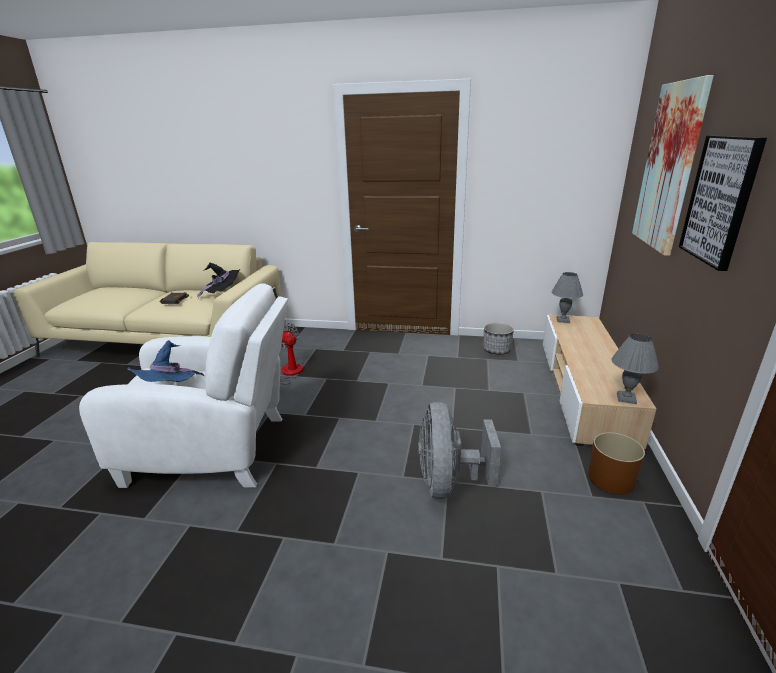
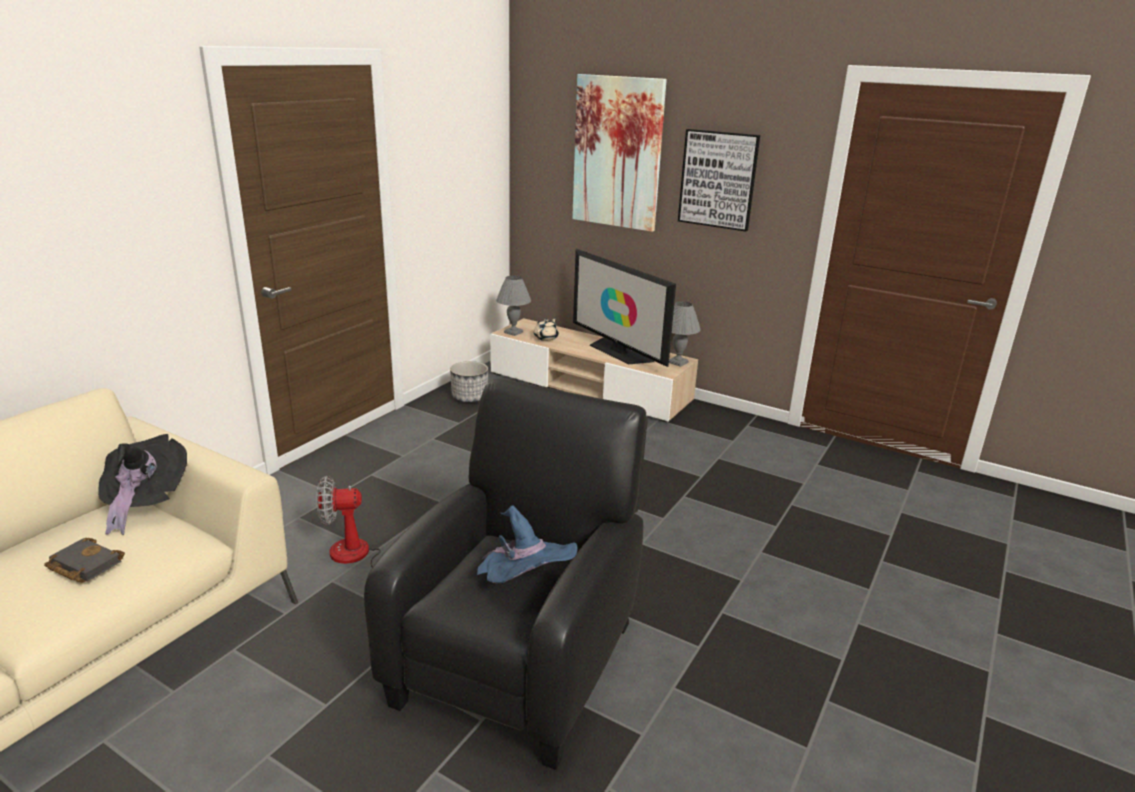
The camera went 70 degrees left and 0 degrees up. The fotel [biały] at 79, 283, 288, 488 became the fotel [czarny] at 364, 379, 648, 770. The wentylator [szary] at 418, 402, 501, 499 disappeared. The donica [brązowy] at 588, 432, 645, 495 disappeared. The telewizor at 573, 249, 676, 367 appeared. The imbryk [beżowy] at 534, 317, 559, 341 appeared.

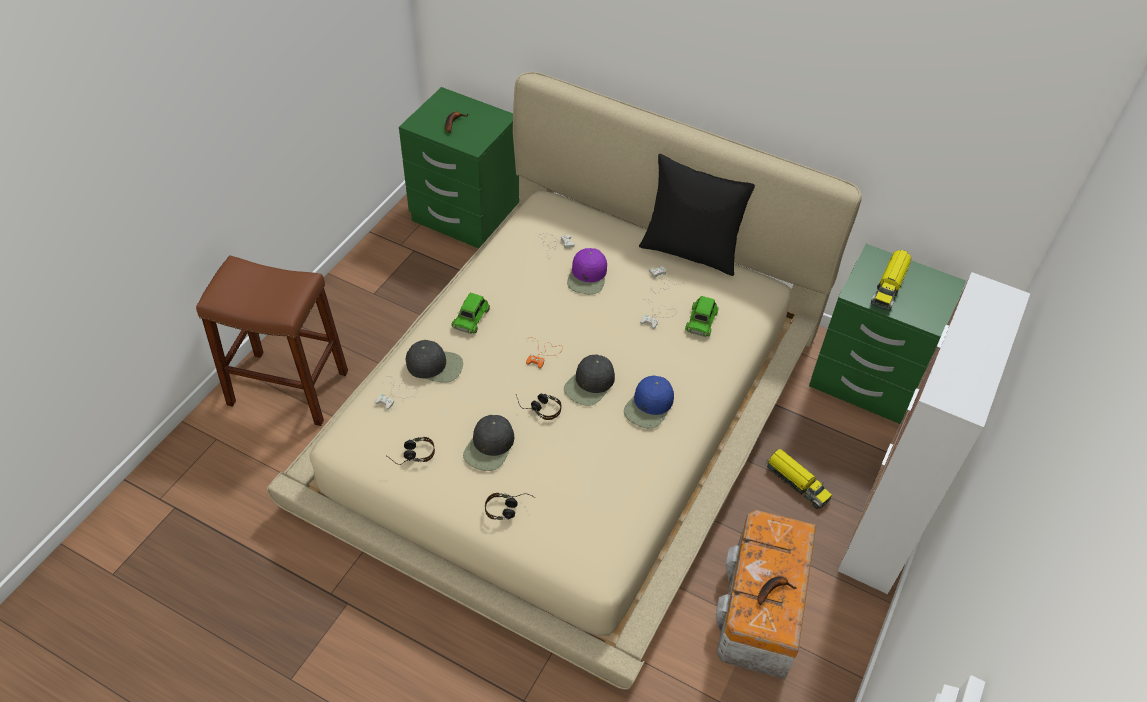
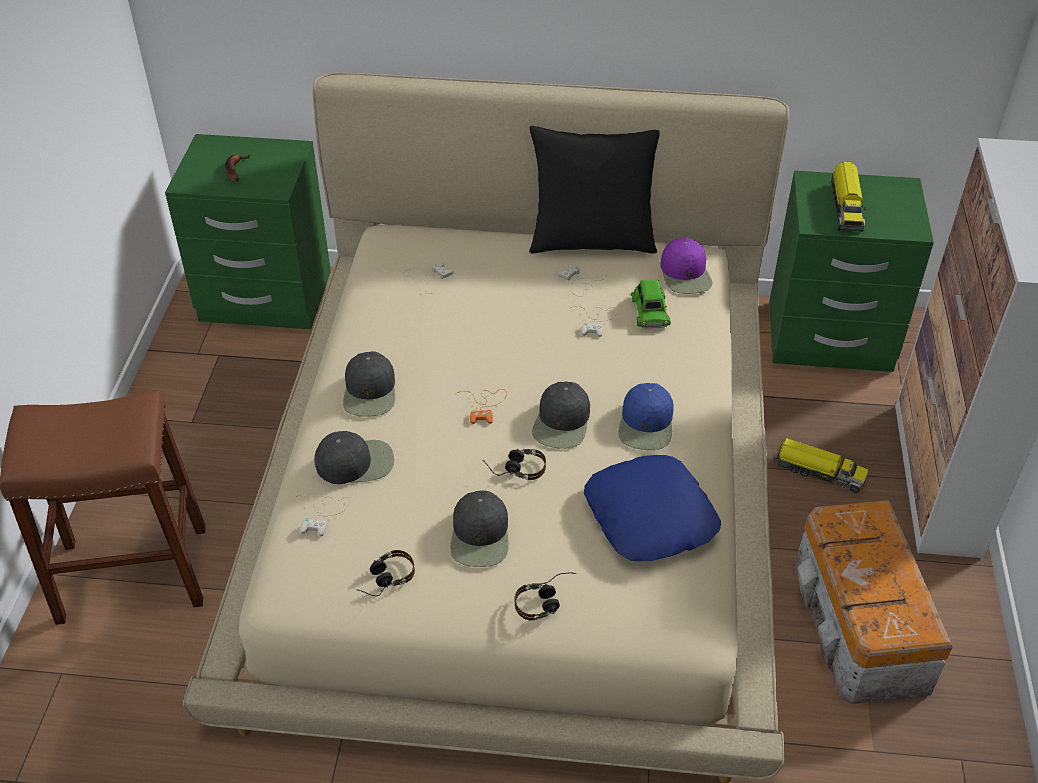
The camera went 20 degrees left and 5 degrees down. The czapka z daszkiem [fioletowy] moved from 567, 248, 607, 294 to 660, 237, 712, 294. The samochodzik [zielony] at 451, 293, 490, 334 was replaced by the czapka z daszkiem [czarny] at 343, 351, 395, 417. The banan at 757, 576, 797, 606 disappeared. The poduszka [niebieski] at 584, 455, 721, 561 appeared.

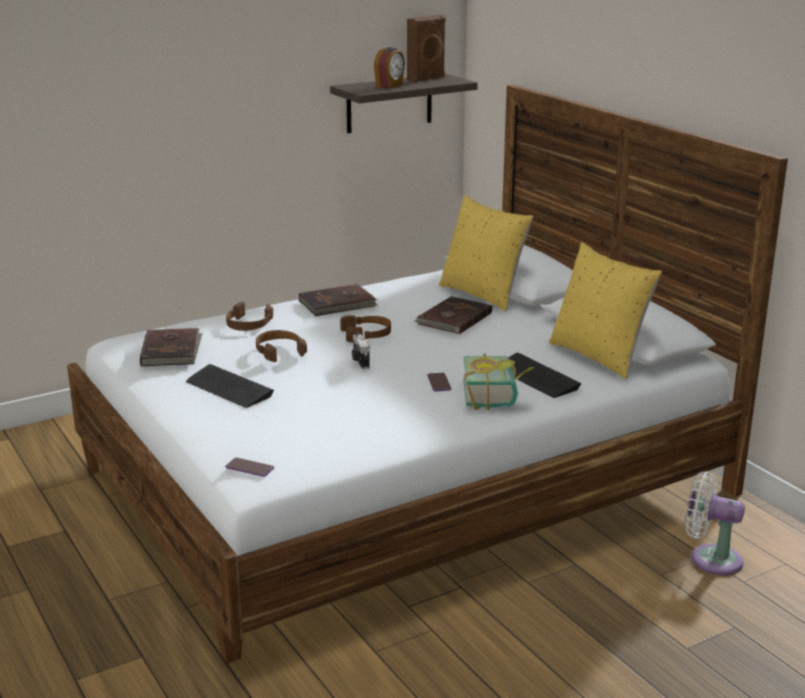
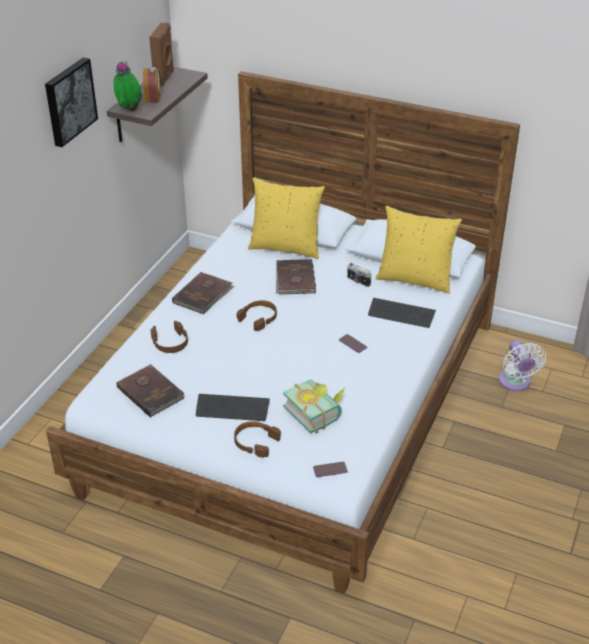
The camera went 35 degrees left and 15 degrees up. The słuchawki [brązowy] moved from 256, 330, 307, 362 to 234, 421, 281, 458. The aparat fotograficzny moved from 352, 332, 370, 369 to 347, 263, 371, 287. The książka moved from 463, 353, 534, 410 to 283, 379, 344, 434. The wentylator [biały] at 685, 471, 745, 575 turned 90 degrees counterclockwise. The obraz at 45, 57, 98, 147 appeared. The roślina doniczkowa at 114, 61, 142, 111 appeared.

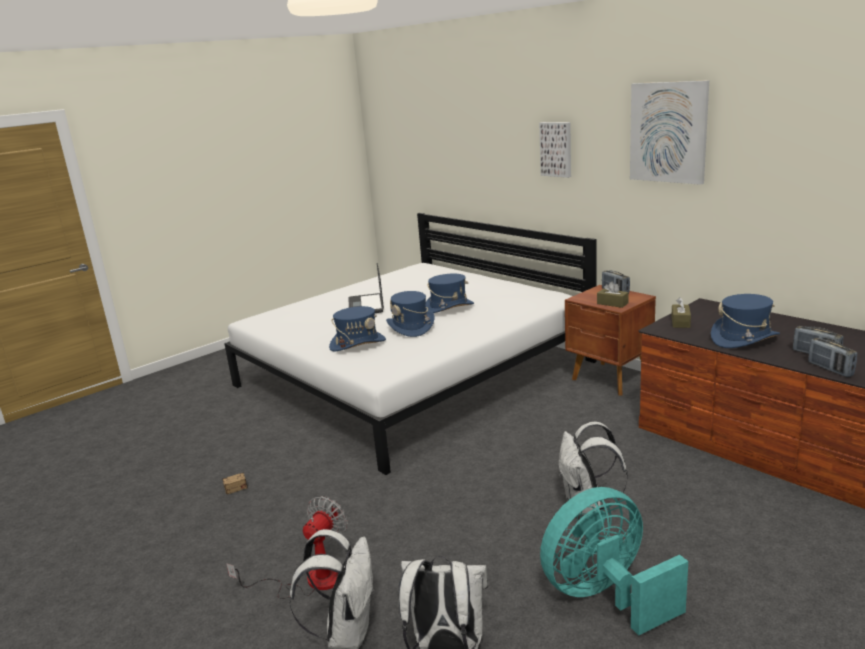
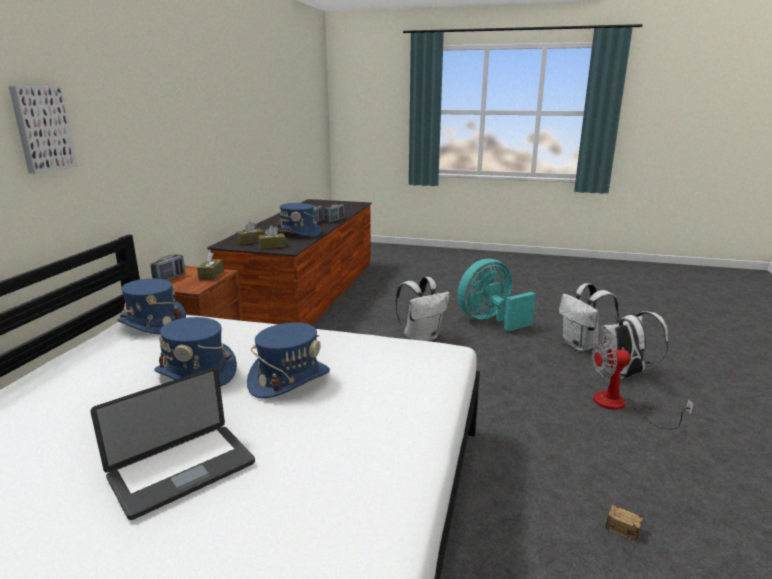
The camera went 125 degrees left and 0 degrees up. The obraz at 630, 80, 709, 185 disappeared. The kapelusz [niebieski] moved from 329, 306, 386, 352 to 117, 278, 186, 334. The wentylator [turkusowy] at 540, 487, 688, 635 turned 120 degrees clockwise. The pudełko chusteczek [brązowy] at 236, 221, 264, 245 appeared.

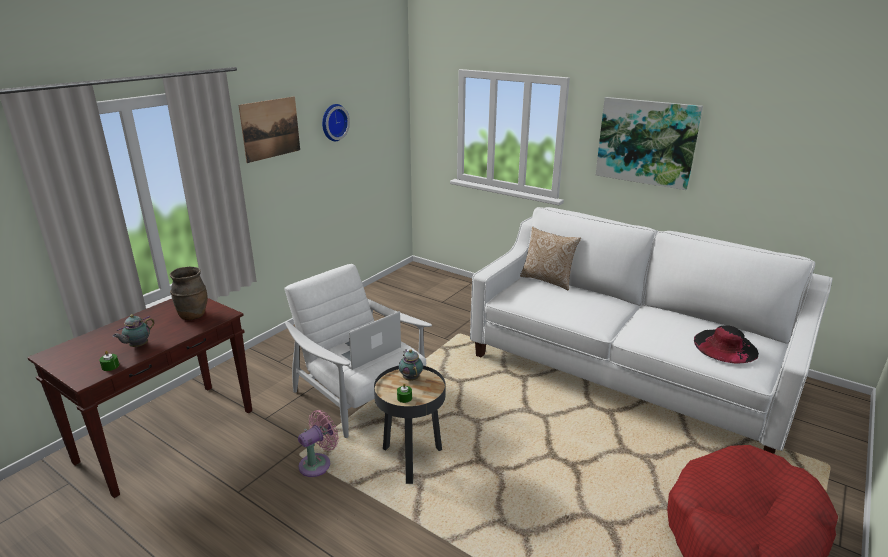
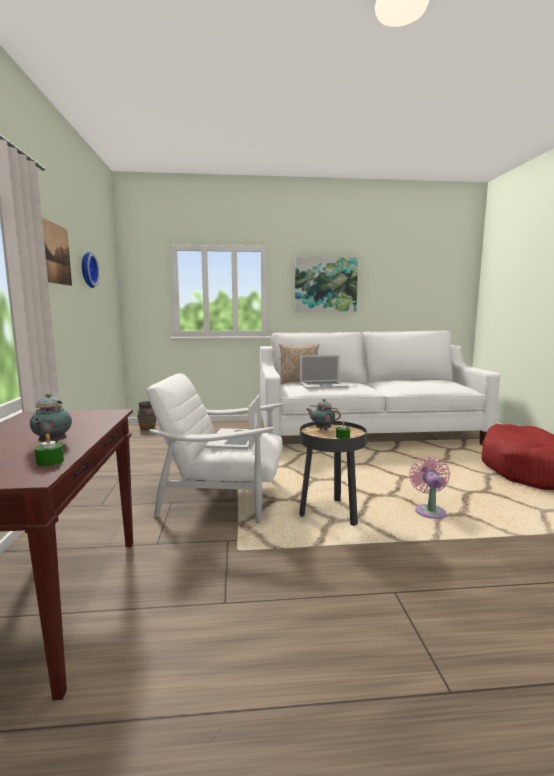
The camera went 40 degrees left and 15 degrees down. The wazon [brązowy] moved from 170, 267, 208, 320 to 138, 401, 157, 430. The kapelusz [czarny] at 694, 325, 759, 364 disappeared. The wentylator [różowy] moved from 298, 410, 339, 477 to 409, 456, 450, 519. The laptop at 300, 355, 349, 389 appeared.

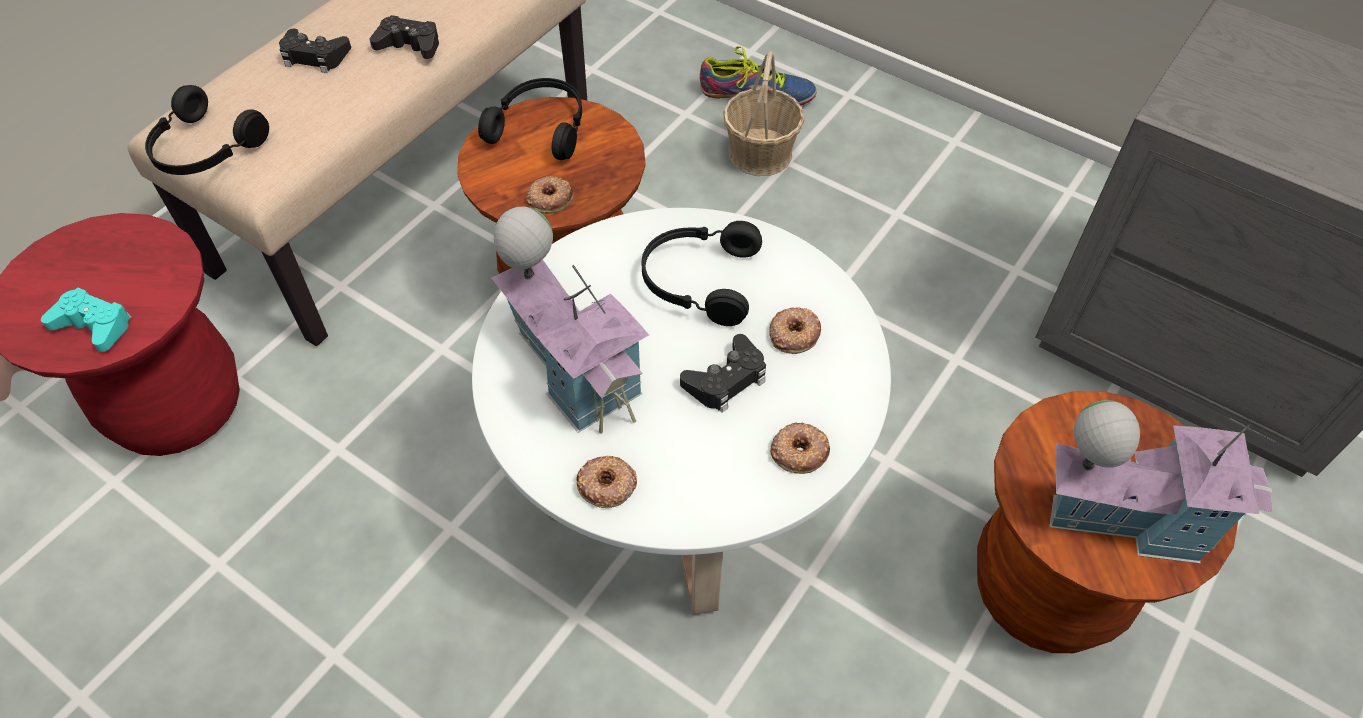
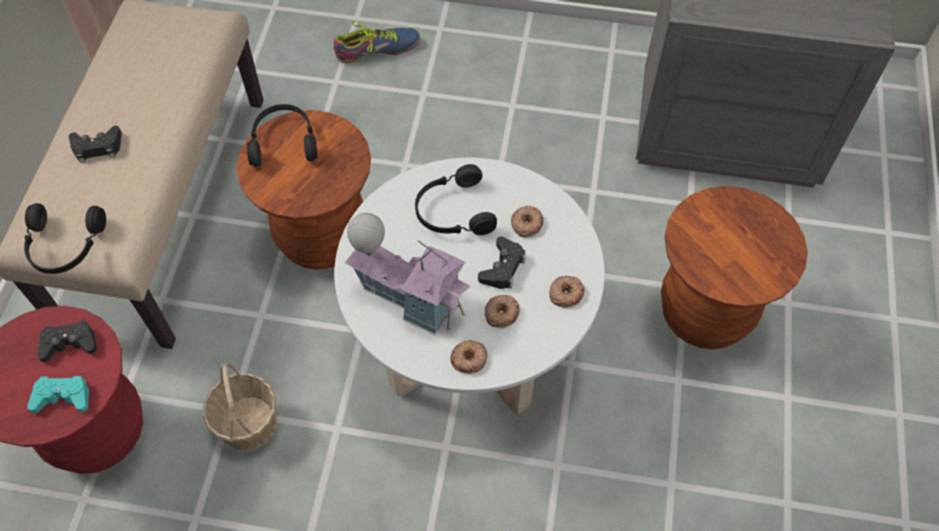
The camera went 25 degrees left and 5 degrees up. The pad do gier [czarny] moved from 370, 15, 439, 59 to 37, 320, 97, 362. The koszyk moved from 723, 51, 805, 176 to 203, 362, 277, 451. The donut moved from 526, 176, 574, 214 to 485, 295, 520, 328. The domek at 1049, 400, 1275, 564 disappeared.

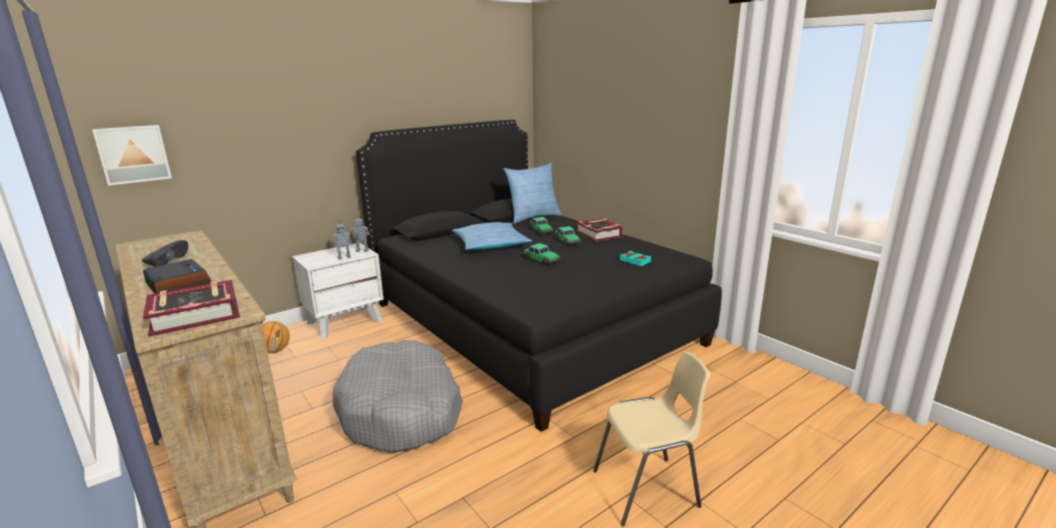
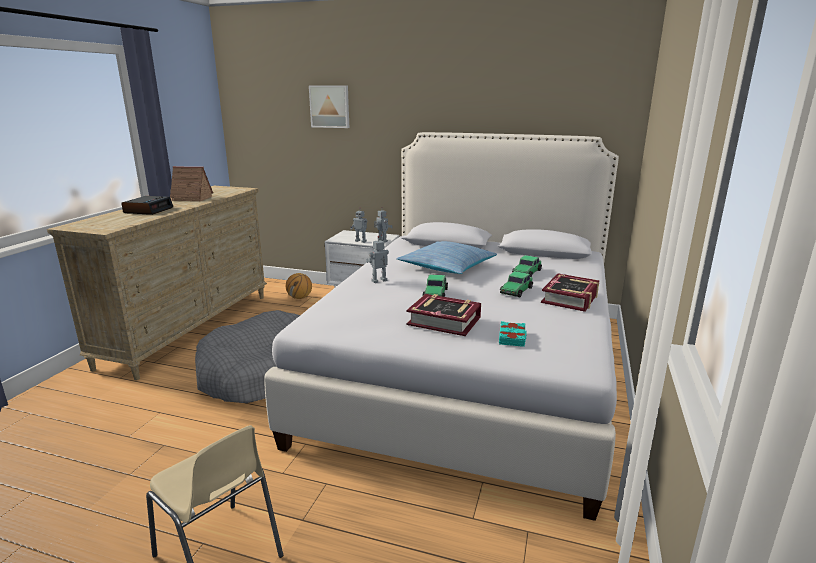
The camera went 55 degrees right and 0 degrees up. The łóżko [czarny] at 356, 120, 722, 432 became the łóżko [biały] at 264, 132, 619, 521. The obraz moved from 92, 125, 172, 186 to 309, 85, 349, 128. The poduszka at 503, 163, 562, 224 disappeared. The but [czarny] at 142, 240, 188, 267 was replaced by the domek at 170, 166, 213, 201. The książka moved from 143, 280, 240, 336 to 407, 294, 481, 336. The robot zabawkowy at 366, 236, 389, 283 appeared.

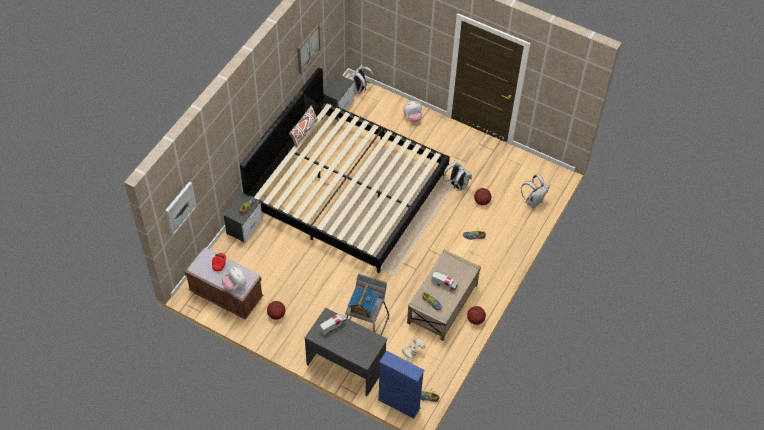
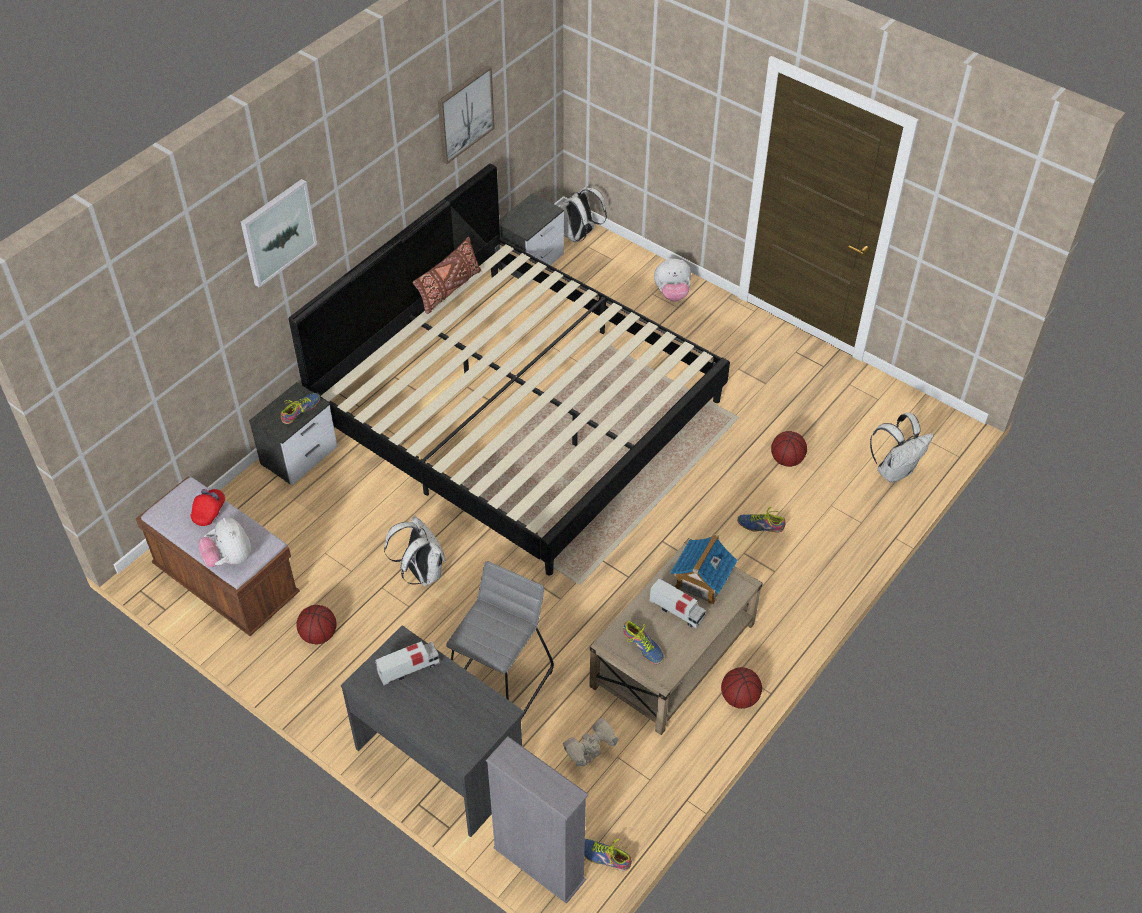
The camera went 10 degrees right and 5 degrees down. The poduszka [biały] at 289, 105, 318, 147 became the poduszka [brązowy] at 413, 237, 481, 314. The plecak [biały] moved from 443, 160, 472, 191 to 384, 516, 446, 586. The obraz moved from 165, 181, 197, 235 to 241, 179, 317, 288. The domek moved from 348, 285, 378, 318 to 670, 534, 738, 605. The regał [niebieski] at 378, 351, 425, 419 became the regał [szary] at 486, 736, 589, 904.

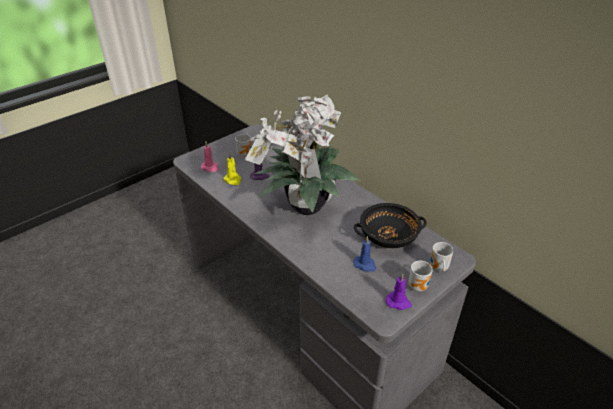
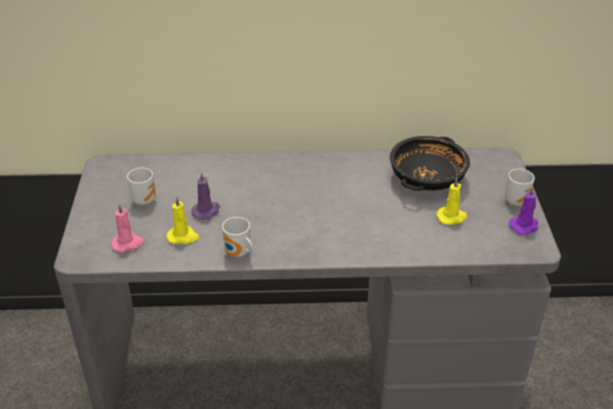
The camera went 50 degrees left and 0 degrees up. The roślina doniczkowa at 245, 94, 360, 215 disappeared. The świeca [niebieski] at 354, 236, 376, 272 became the świeca [żółty] at 436, 177, 467, 225. The kubek moved from 430, 242, 454, 272 to 222, 217, 253, 258.

